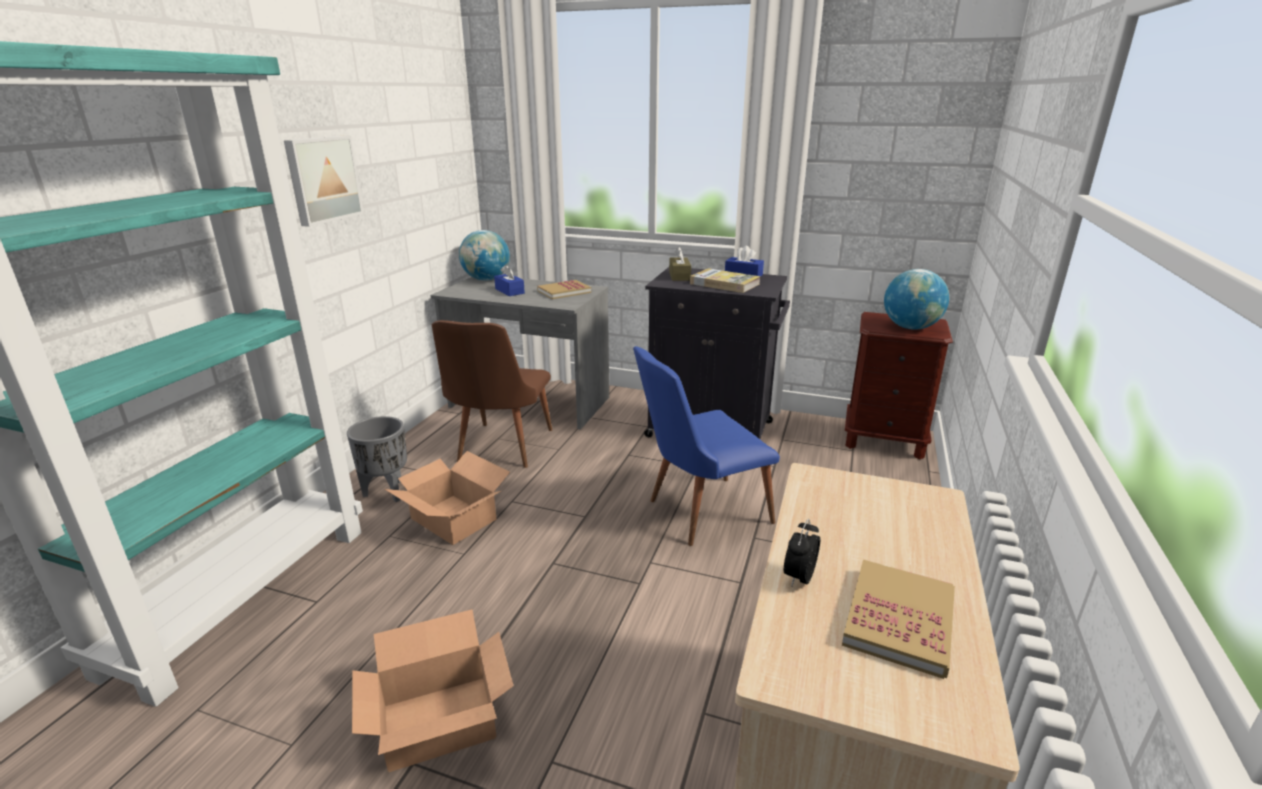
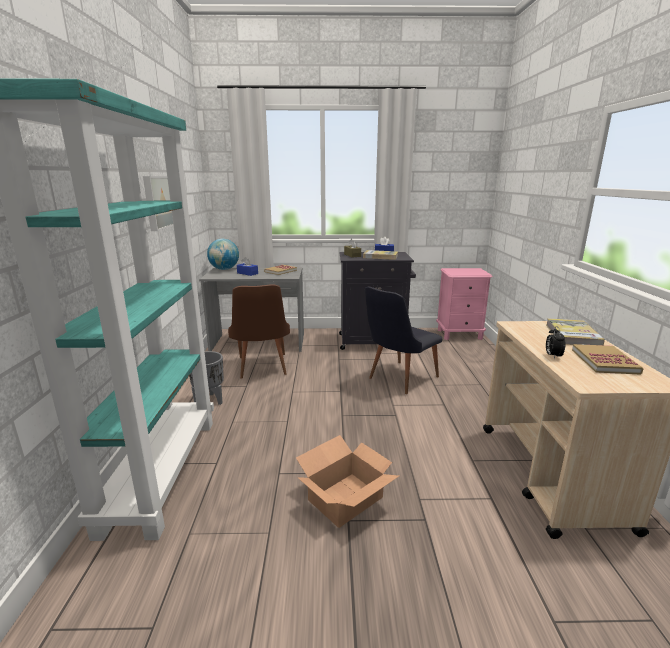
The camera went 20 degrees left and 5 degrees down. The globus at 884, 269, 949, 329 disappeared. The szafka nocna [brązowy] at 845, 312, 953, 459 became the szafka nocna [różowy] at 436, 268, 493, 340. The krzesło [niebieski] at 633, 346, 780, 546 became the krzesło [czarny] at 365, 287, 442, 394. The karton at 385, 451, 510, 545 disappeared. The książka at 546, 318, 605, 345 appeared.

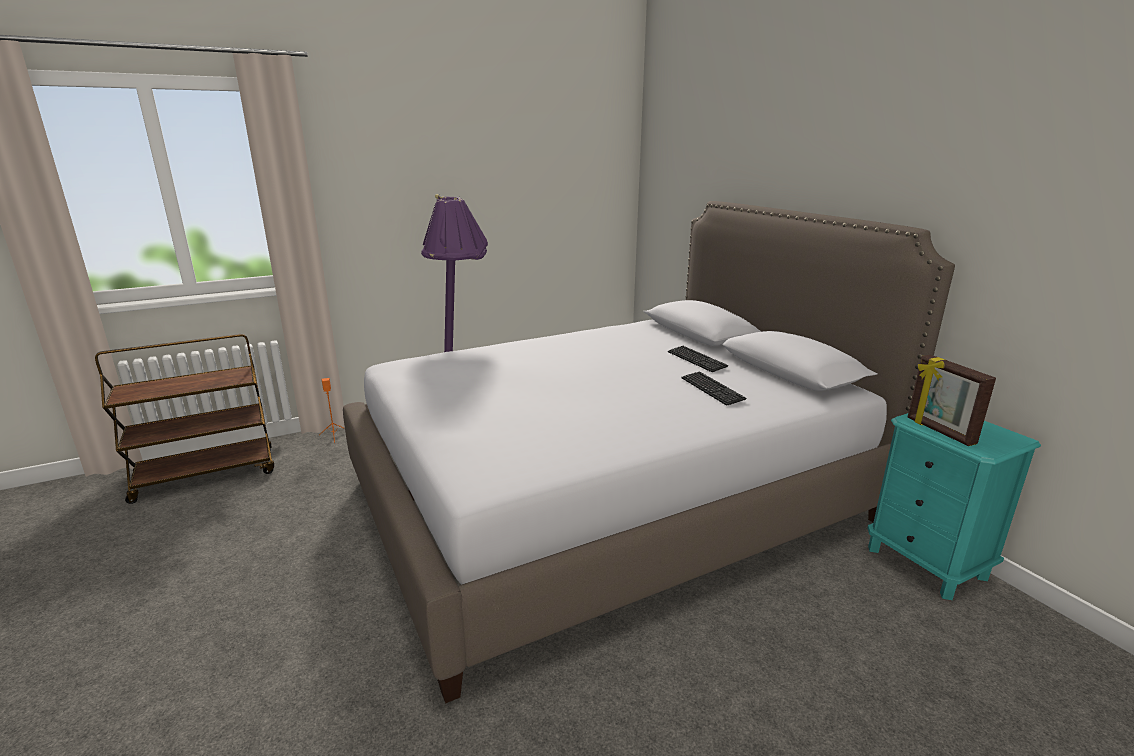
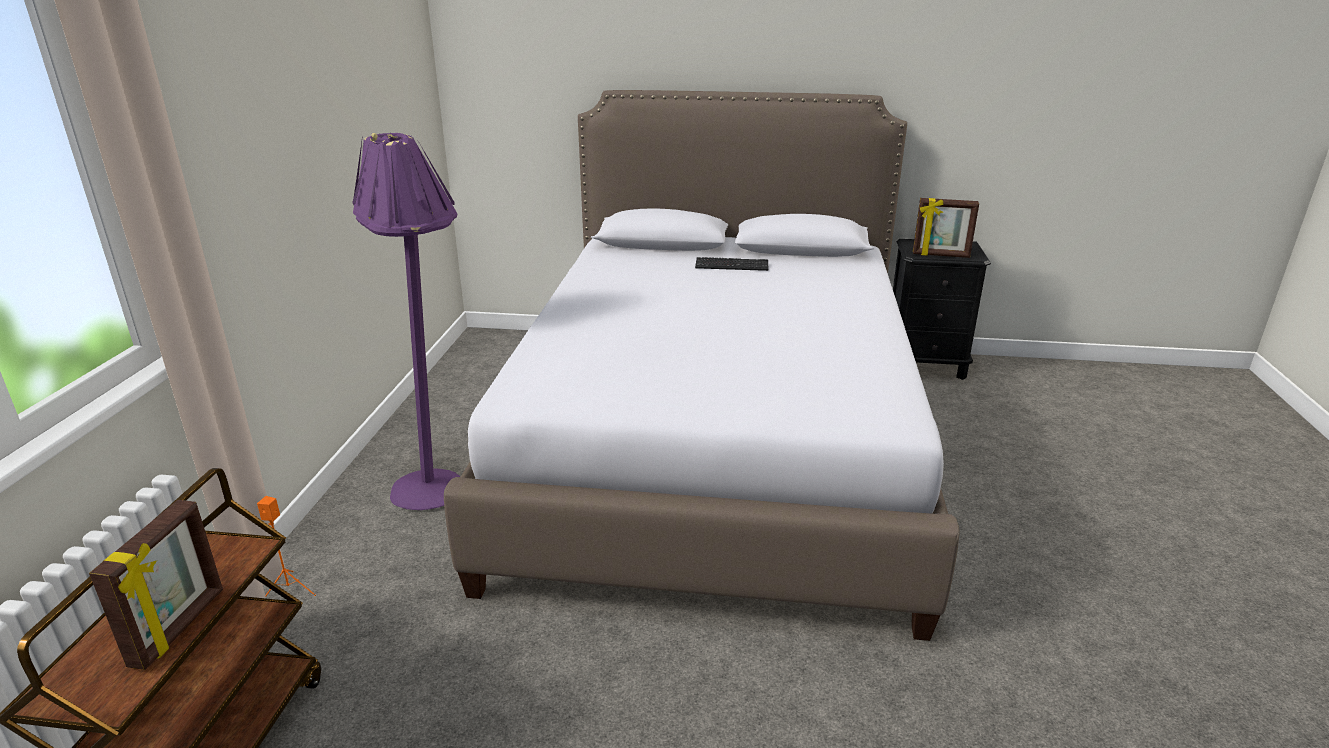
The camera went 55 degrees left and 5 degrees up. The klawiatura at 682, 371, 747, 406 disappeared. The szafka nocna [turkusowy] at 867, 413, 1041, 600 became the szafka nocna [czarny] at 893, 239, 991, 380. The ramka na zdjęcie at 89, 500, 223, 670 appeared.

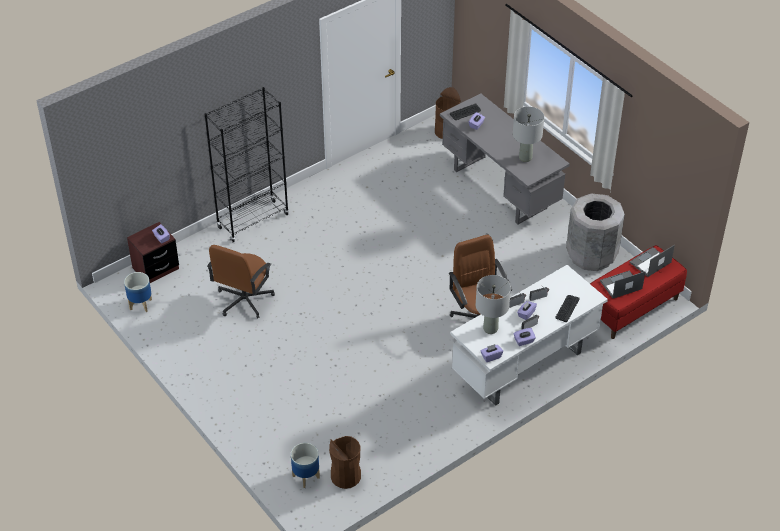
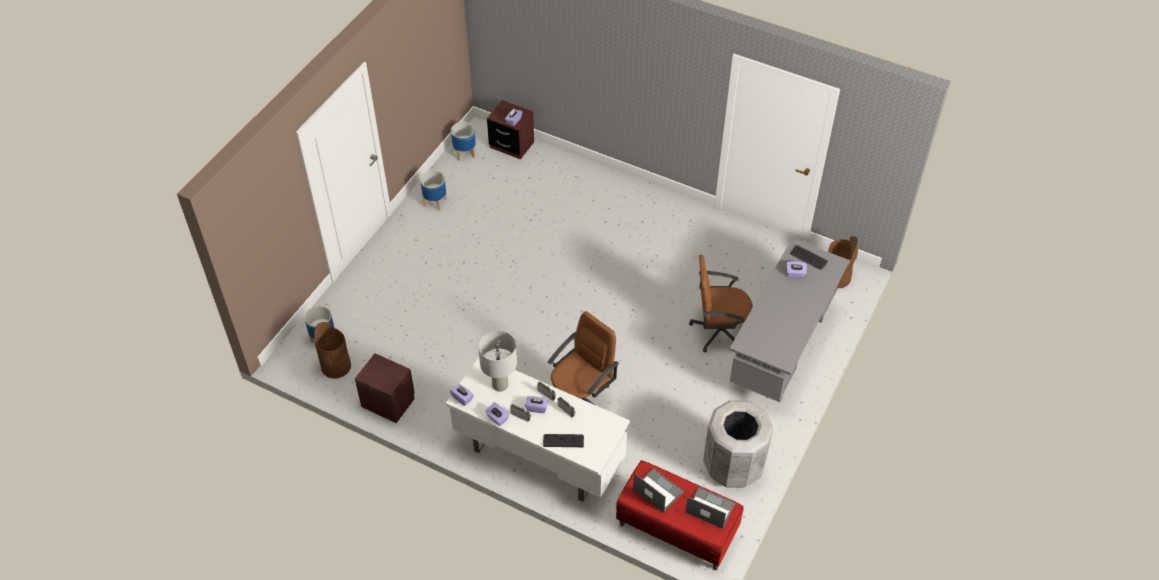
The camera went 65 degrees right and 5 degrees up. The regał [czarny] at 204, 87, 289, 242 disappeared. The lampa stołowa [szary] at 513, 107, 544, 162 disappeared. The krzesło biurowe [brązowy] moved from 207, 245, 275, 319 to 689, 255, 753, 352. The donica at 420, 170, 447, 211 appeared. The szafka nocna [brązowy] at 355, 353, 415, 423 appeared.

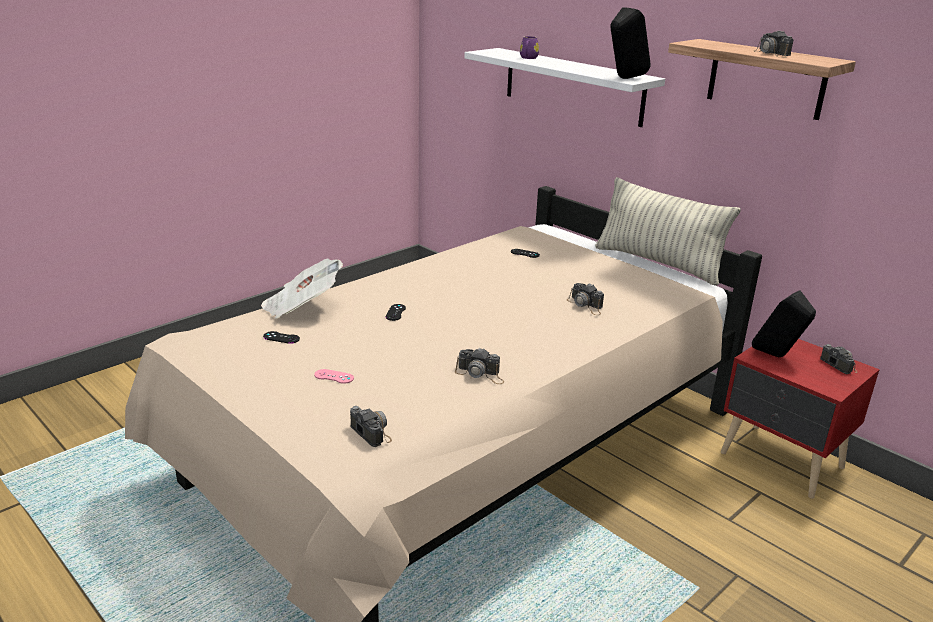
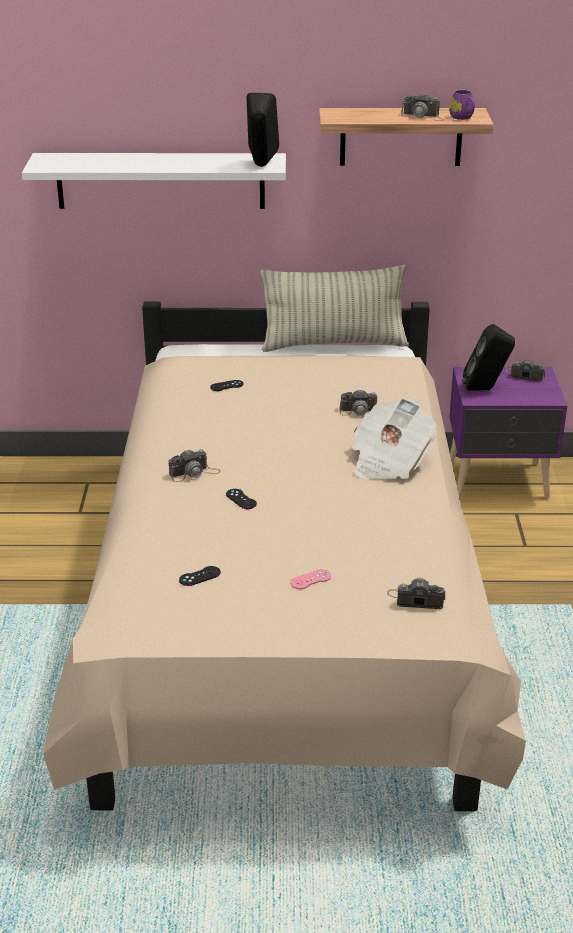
The camera went 45 degrees left and 5 degrees up. The kubek [fioletowy] moved from 520, 36, 539, 59 to 450, 90, 475, 120. The gazeta moved from 261, 258, 343, 319 to 352, 398, 437, 479. The szafka nocna [czerwony] at 721, 339, 880, 499 became the szafka nocna [fioletowy] at 449, 367, 567, 499. The aparat fotograficzny moved from 455, 347, 504, 384 to 169, 449, 221, 482.

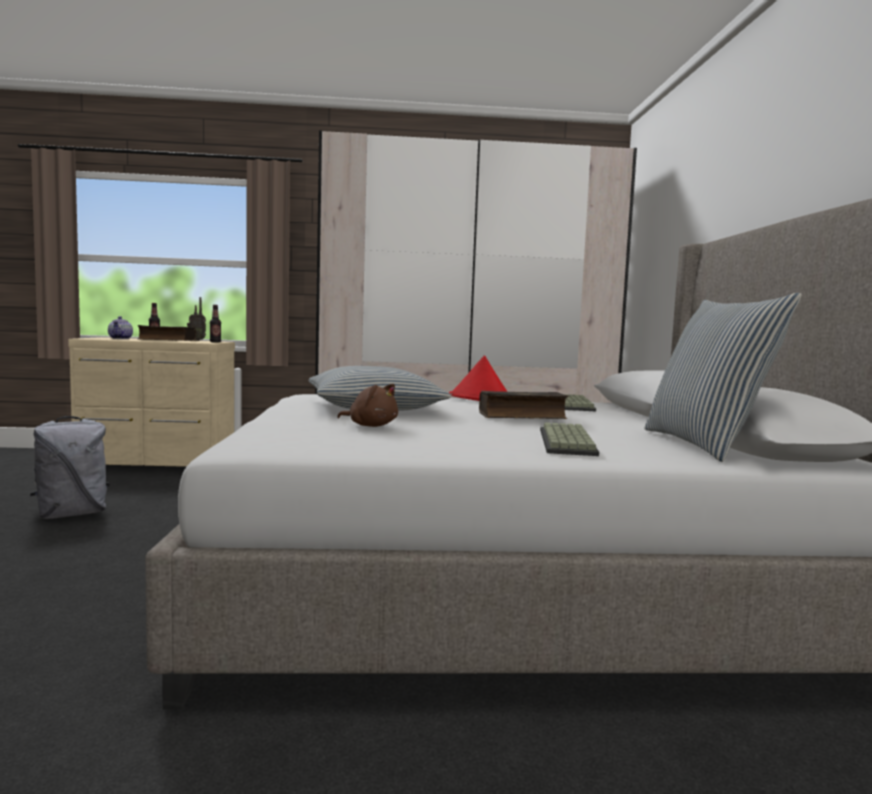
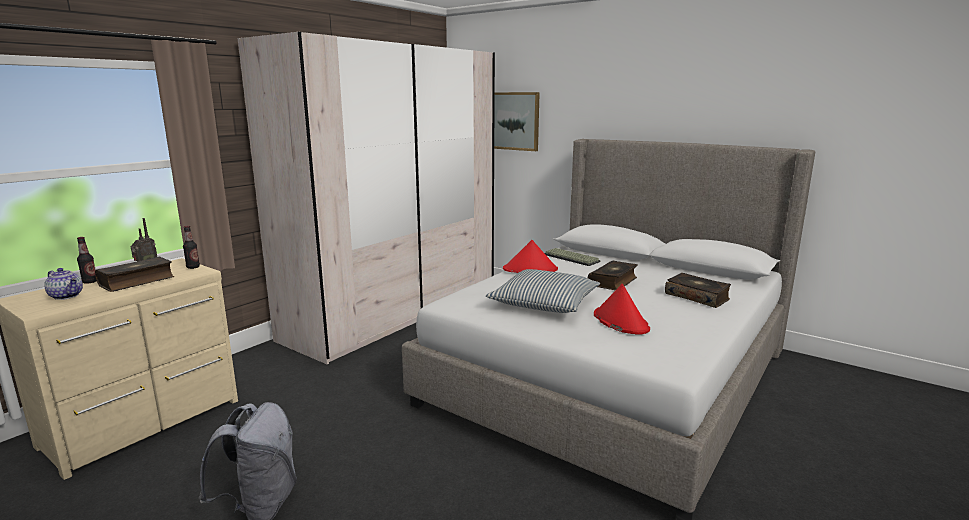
The camera went 50 degrees left and 10 degrees up. The poduszka at 644, 293, 801, 462 disappeared. The pluszak [brązowy] at 337, 384, 398, 427 was replaced by the kapelusz [czerwony] at 594, 284, 650, 335. The klawiatura at 540, 422, 599, 456 was replaced by the książka at 665, 273, 731, 308. The obraz at 494, 92, 540, 151 appeared.

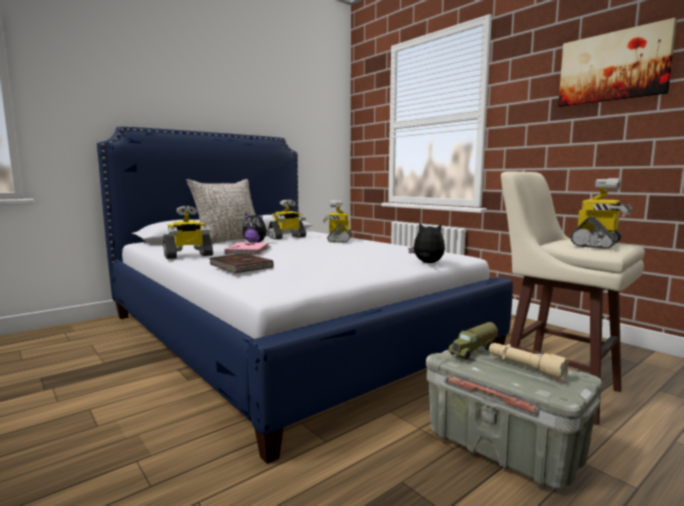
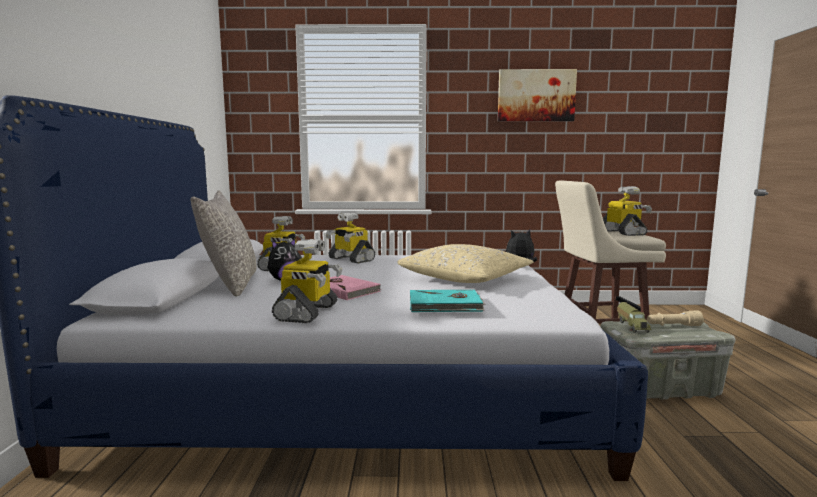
The camera went 50 degrees left and 0 degrees up. The książka [brązowy] at 209, 253, 273, 273 became the książka [turkusowy] at 410, 290, 486, 312. The poduszka [beżowy] at 397, 244, 534, 283 appeared.

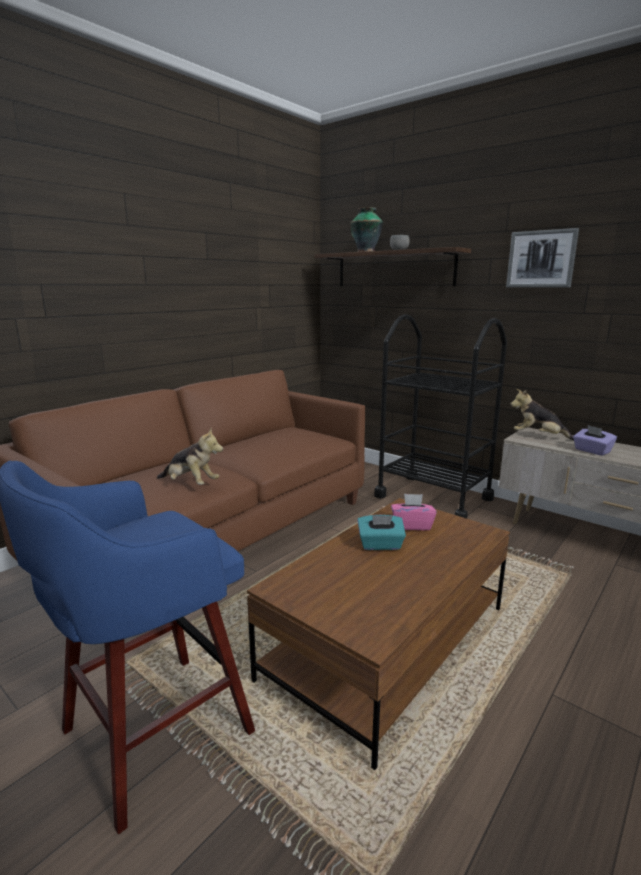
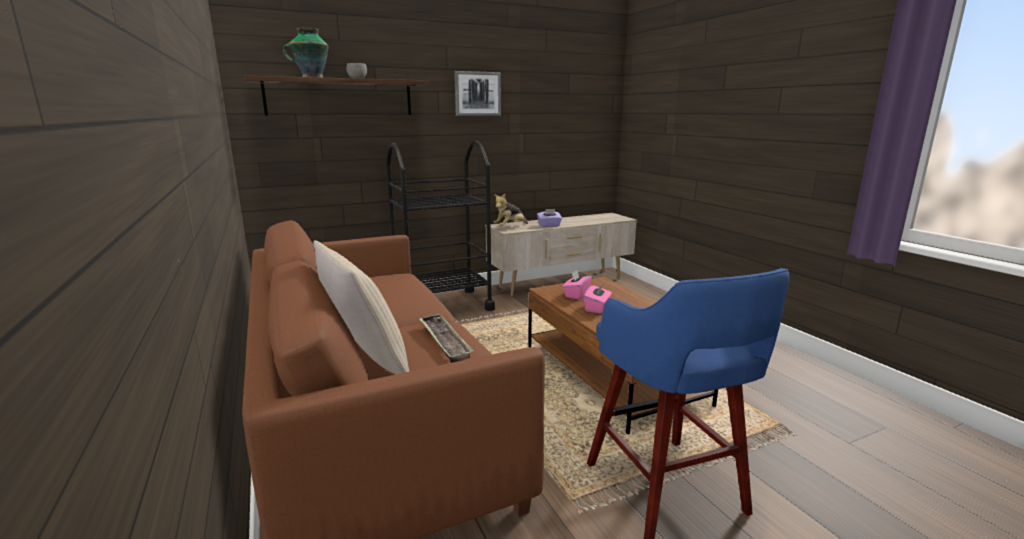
The camera went 65 degrees left and 0 degrees up. The pluszak at 157, 429, 223, 485 was replaced by the taca at 419, 313, 474, 363. The pudełko chusteczek [turkusowy] at 357, 515, 406, 550 became the pudełko chusteczek [różowy] at 584, 282, 612, 314. The poduszka [beżowy] at 313, 240, 410, 375 appeared.

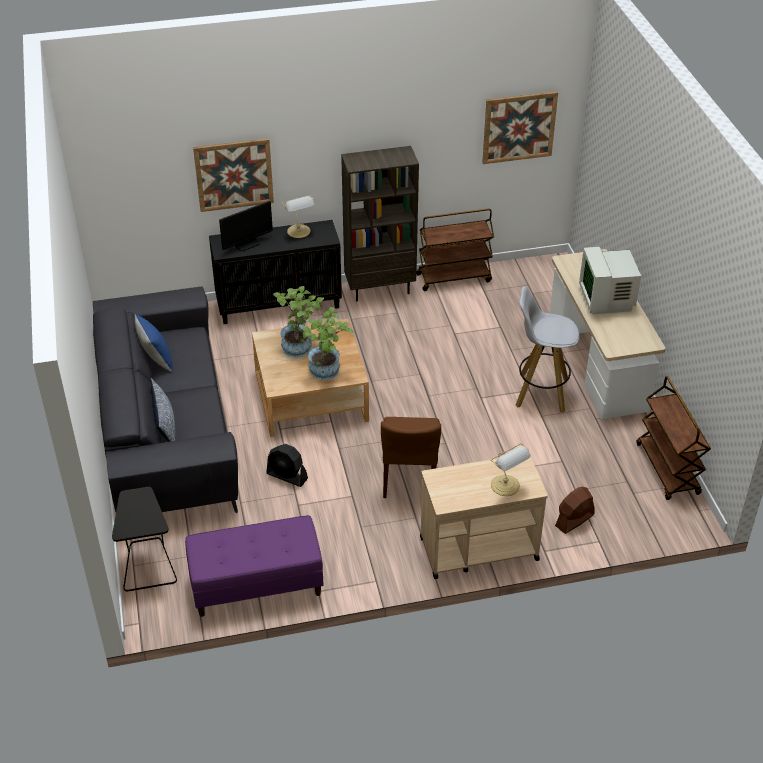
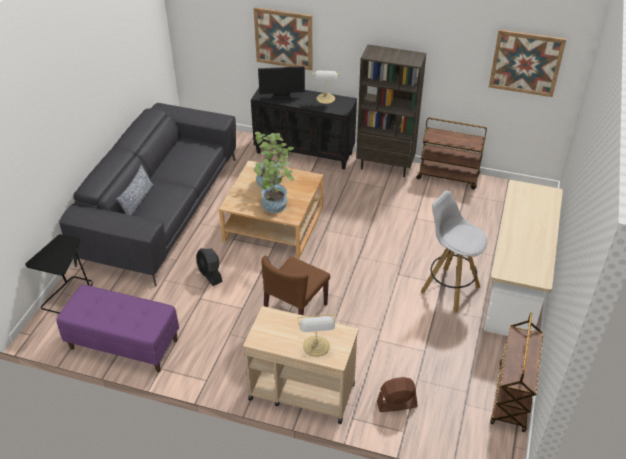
The camera went 30 degrees right and 0 degrees up. The monitor at 579, 247, 641, 314 disappeared. The poduszka [niebieski] at 135, 314, 172, 372 disappeared.

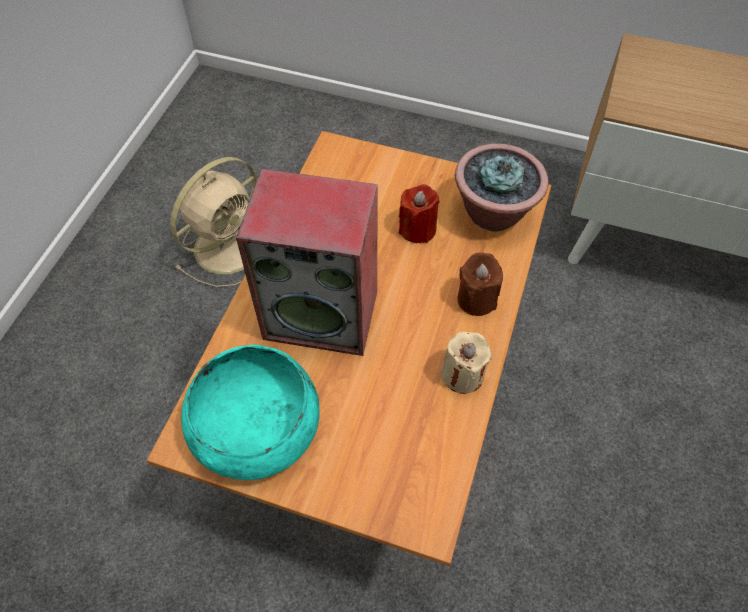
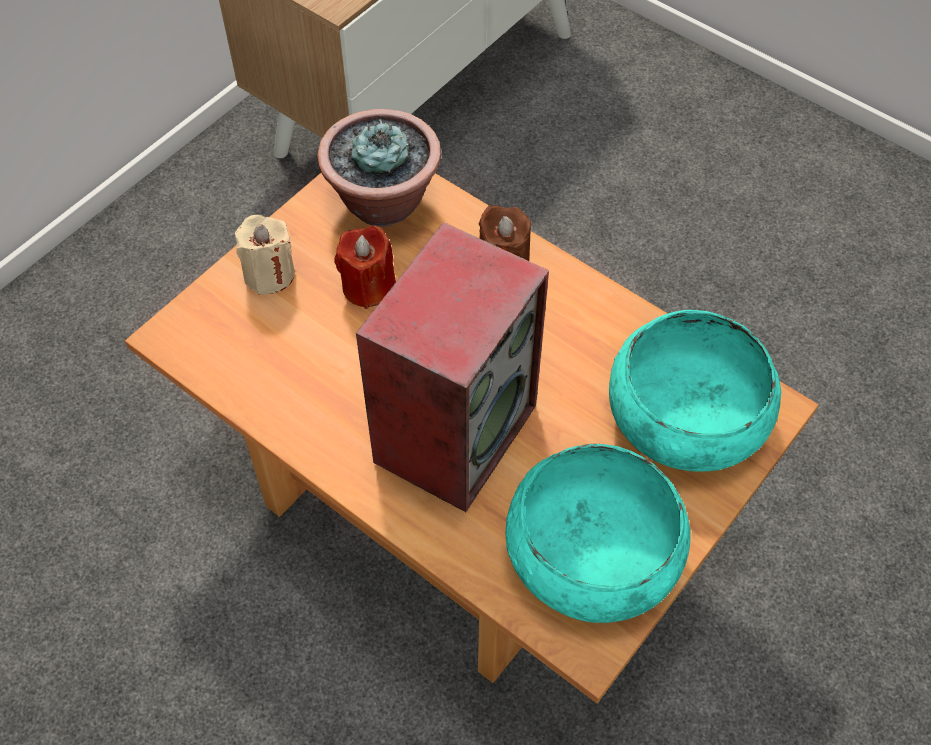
The camera went 70 degrees left and 0 degrees up. The wentylator [beżowy] at 171, 157, 257, 287 disappeared. The świeca [beżowy] moved from 440, 331, 492, 394 to 235, 215, 295, 295. The miska [turkusowy] at 609, 310, 781, 472 appeared.

